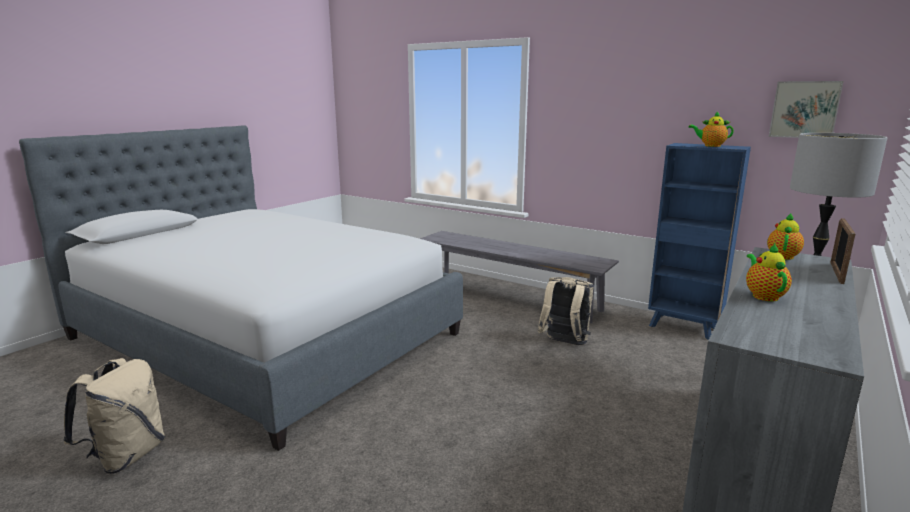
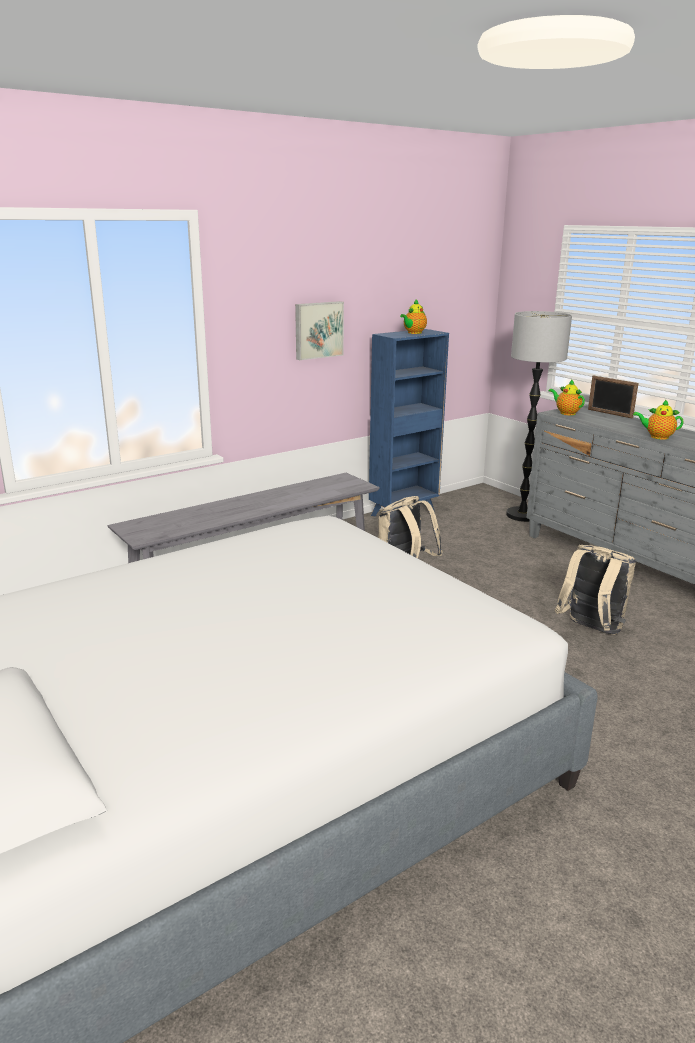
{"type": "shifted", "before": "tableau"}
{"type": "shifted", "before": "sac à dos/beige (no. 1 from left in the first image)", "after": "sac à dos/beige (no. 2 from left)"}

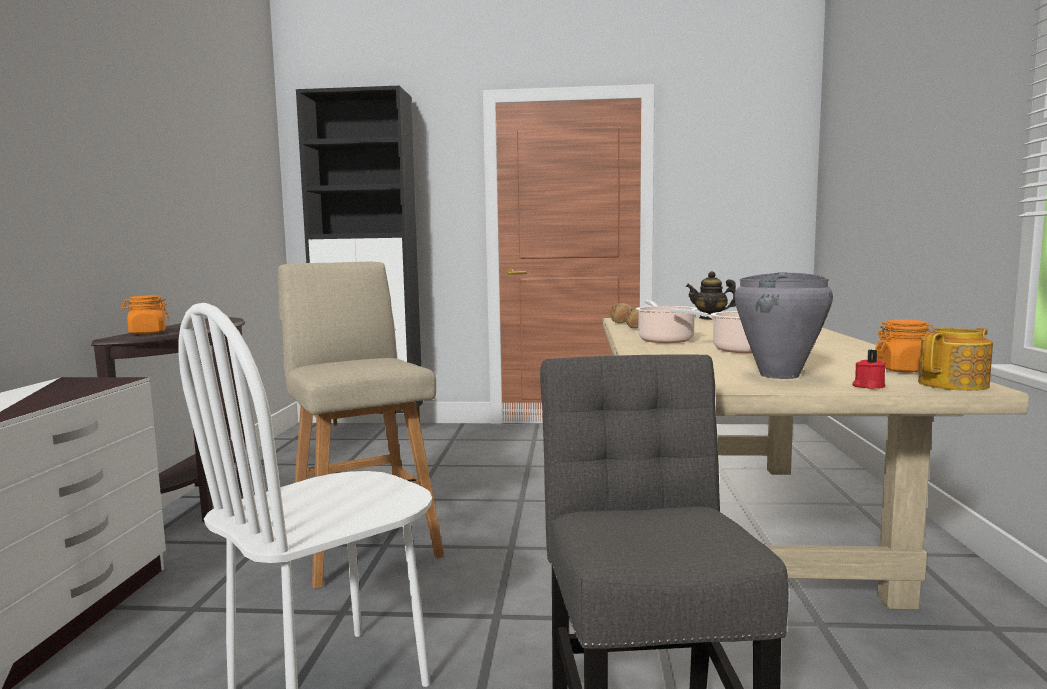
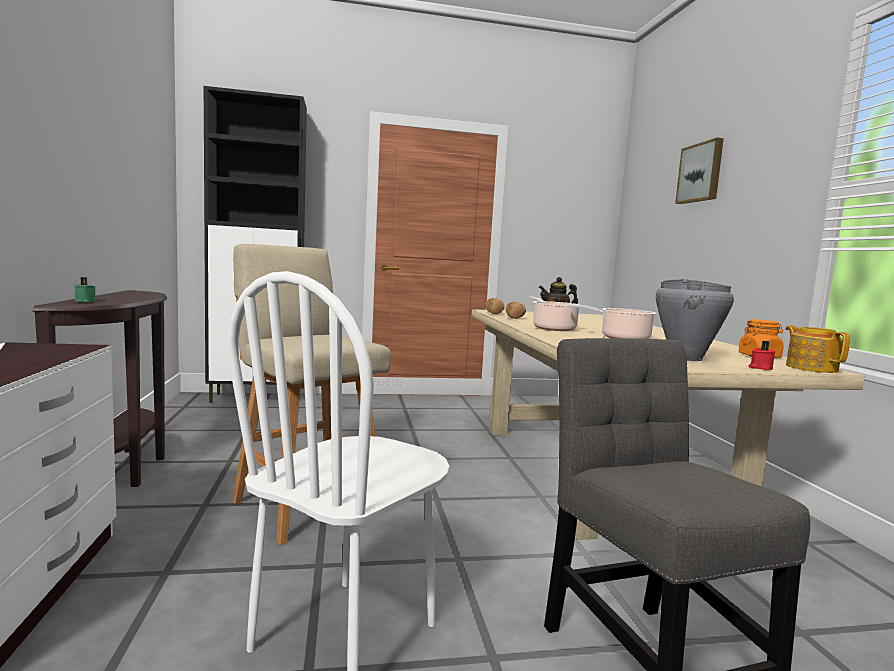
{"type": "swapped", "before": "bocal/orange (no. 1 from left)", "after": "bougie/vert"}
{"type": "rotated", "before": "théière (no. 2 from left)", "turn": -60}
{"type": "new", "after": "tableau"}

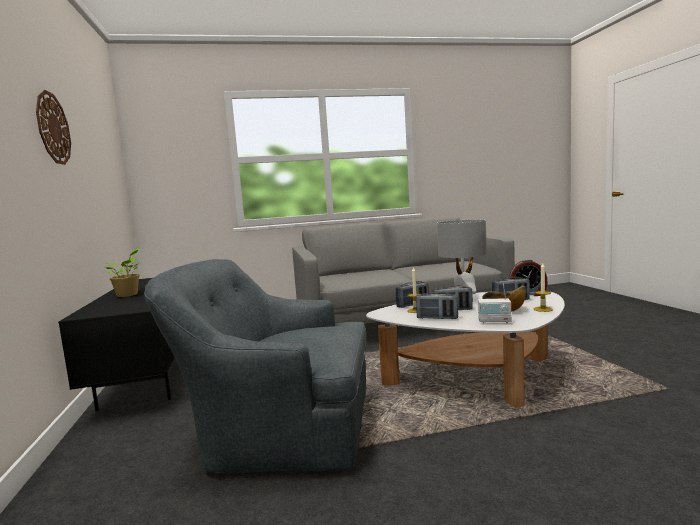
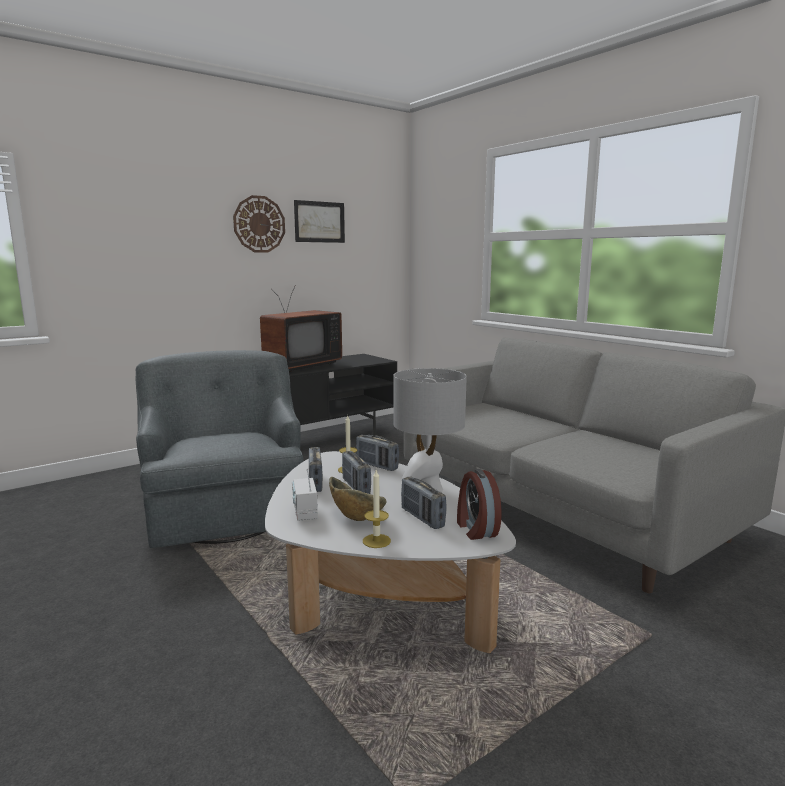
{"type": "swapped", "before": "plante en pot", "after": "téléviseur"}
{"type": "new", "after": "tableau"}

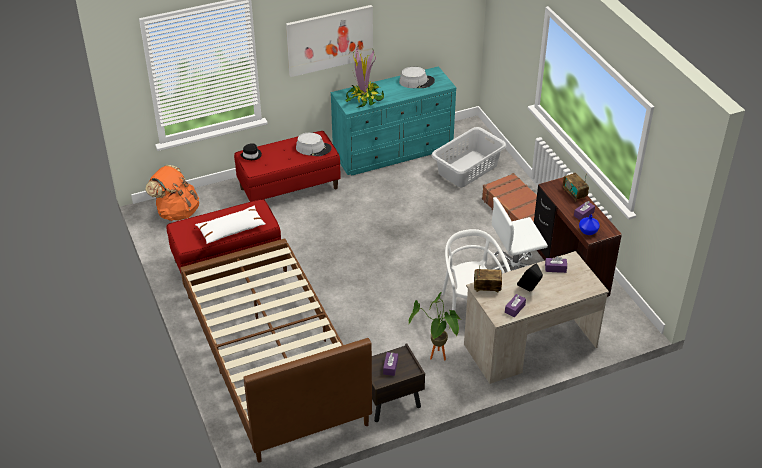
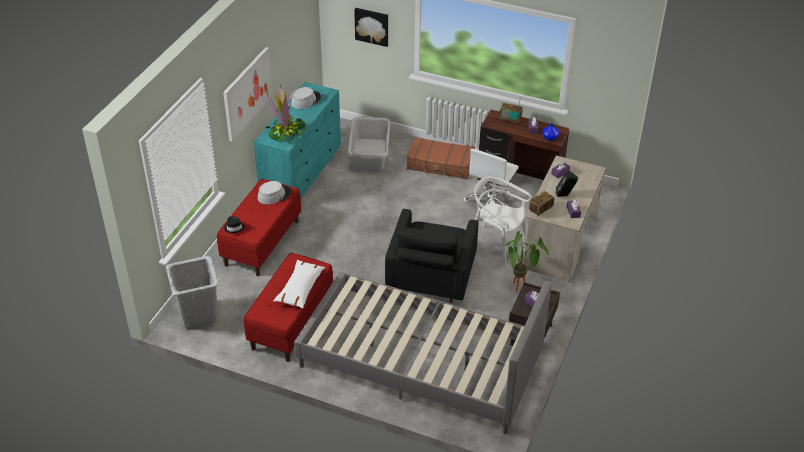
{"type": "swapped", "before": "sac à dos/orange", "after": "panier à linge/gris (no. 1 from left)"}
{"type": "repainted", "before": "lit/marron", "after": "lit/gris"}
{"type": "new", "after": "tableau (no. 2 from left)"}
{"type": "new", "after": "fauteuil/noir"}

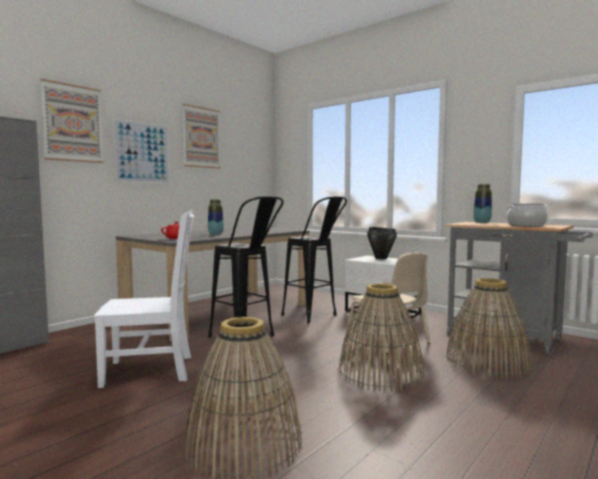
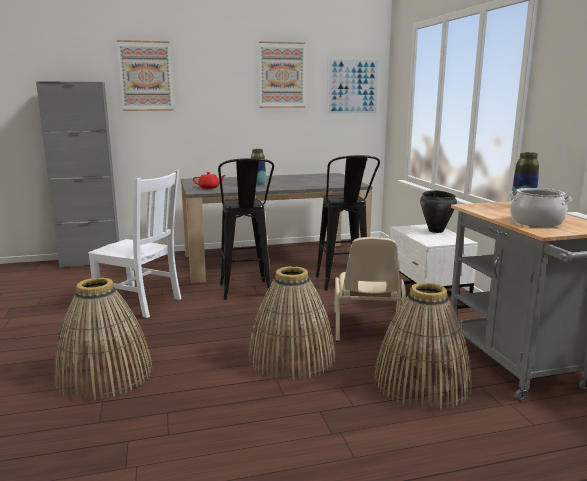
{"type": "shifted", "before": "tableau (no. 2 from left in the first image)", "after": "tableau (no. 3 from left)"}

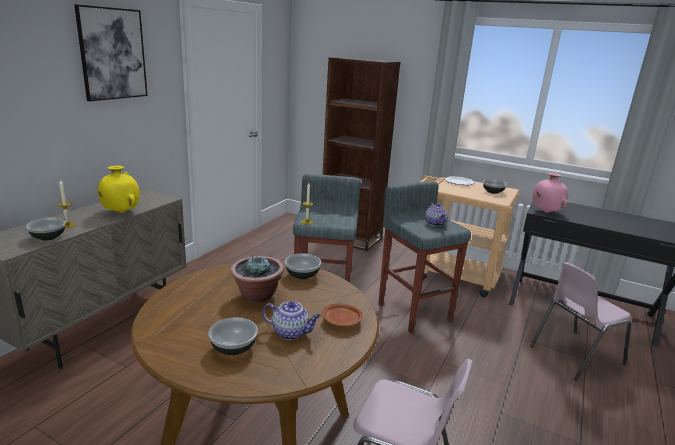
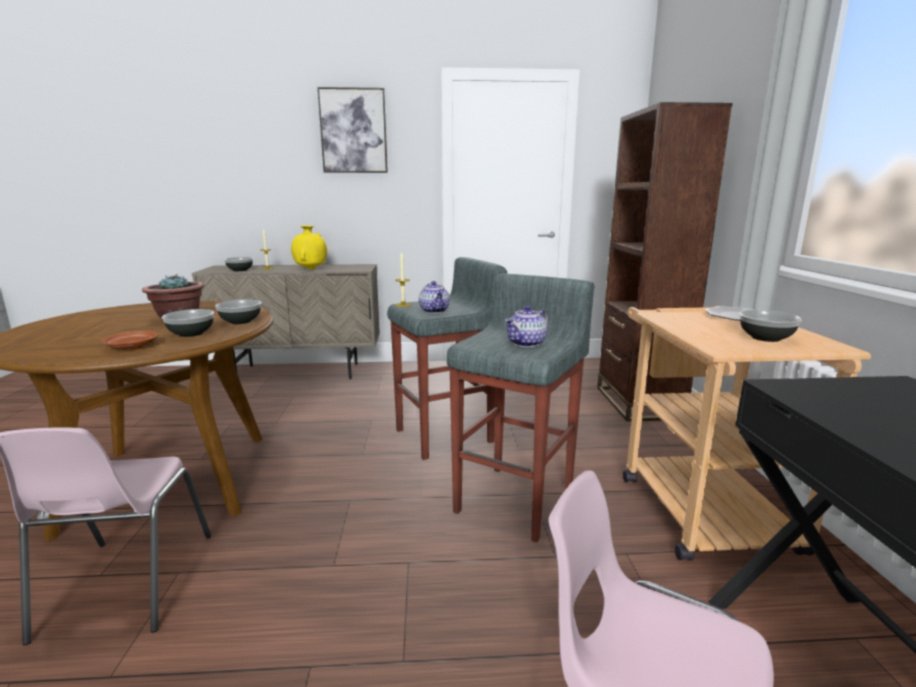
{"type": "gone", "before": "vase/rose"}
{"type": "shifted", "before": "théière (no. 1 from left)"}
{"type": "shifted", "before": "bol (no. 2 from left in the first image)", "after": "bol (no. 1 from left)"}

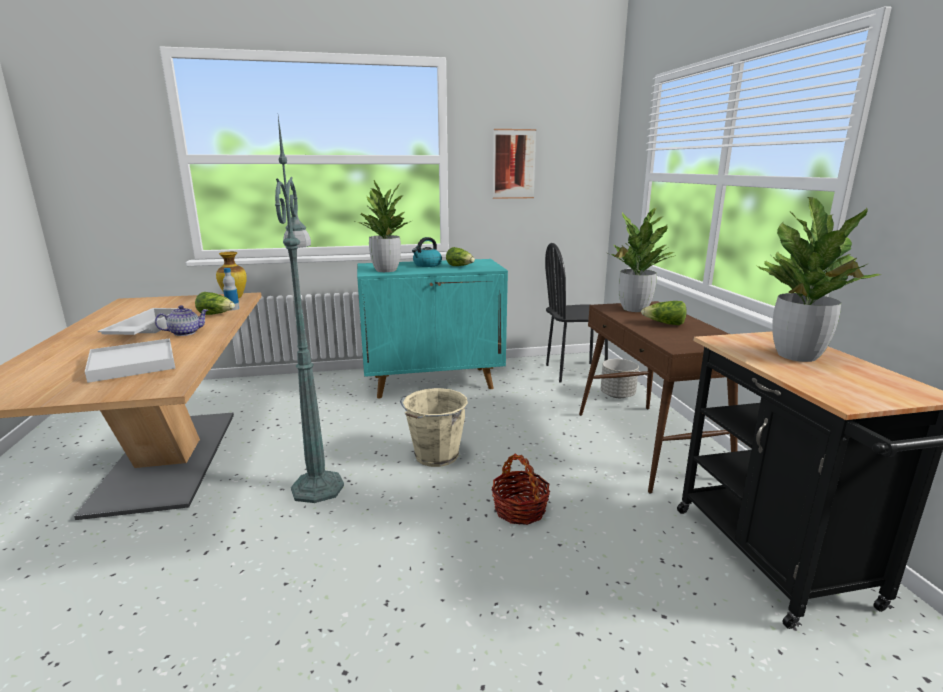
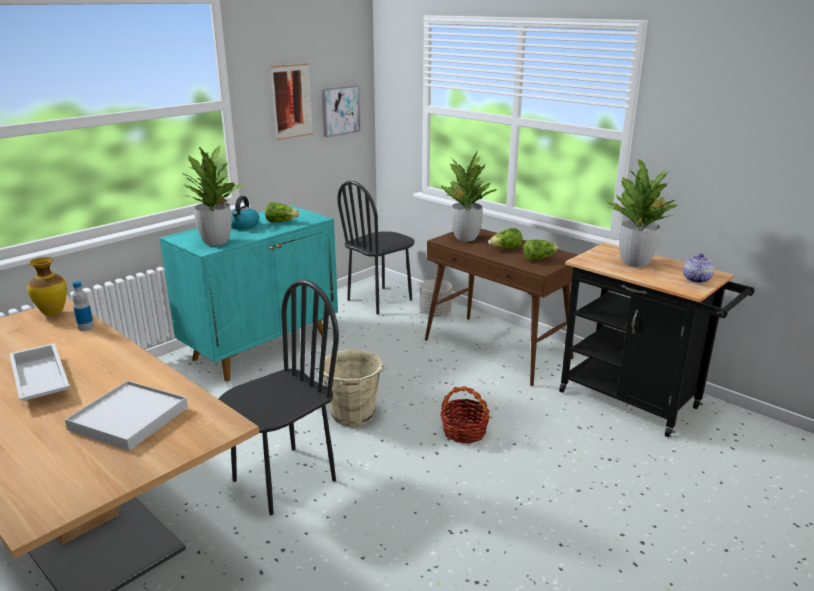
{"type": "swapped", "before": "lampadaire/vert", "after": "chaise/noir (no. 1 from left)"}
{"type": "shifted", "before": "laitue (no. 1 from left in the first image)", "after": "laitue (no. 3 from left)"}
{"type": "shifted", "before": "théière"}
{"type": "new", "after": "tableau (no. 2 from left)"}

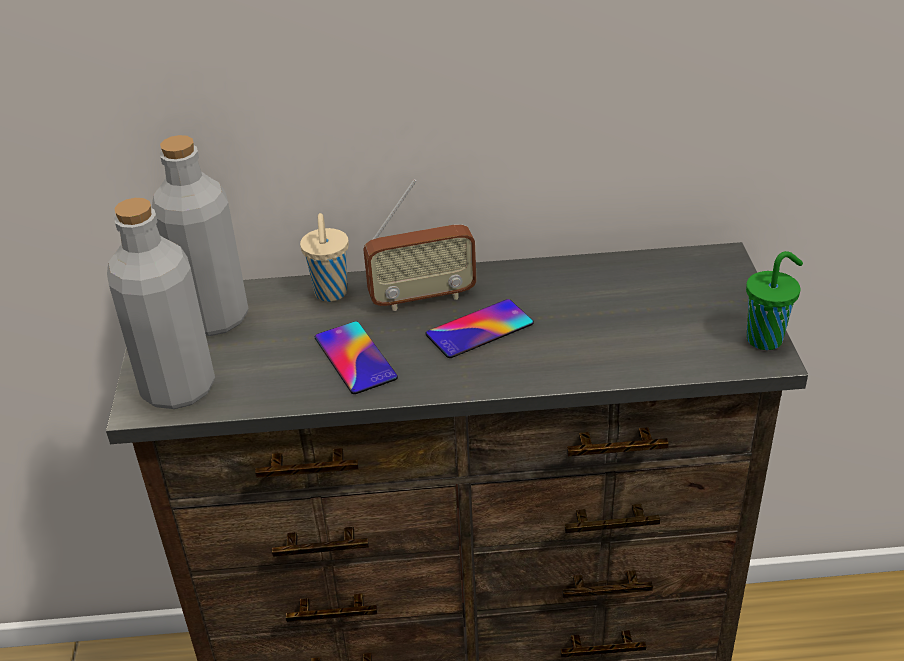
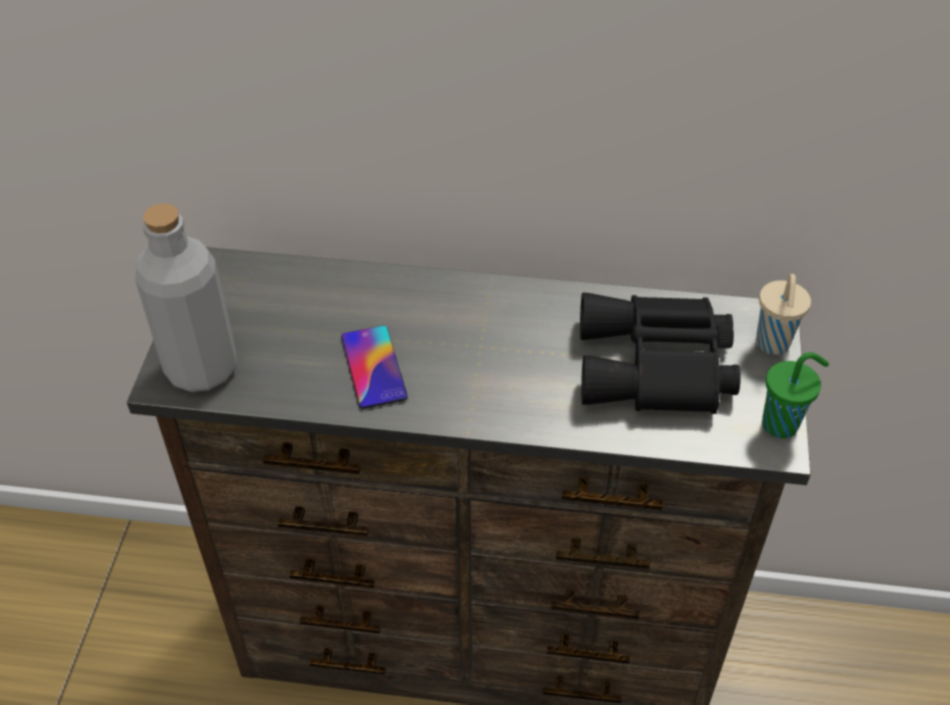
{"type": "gone", "before": "bouteille/gris (no. 2 from left)"}
{"type": "gone", "before": "radio"}
{"type": "shifted", "before": "tasse/beige"}
{"type": "gone", "before": "téléphone (no. 2 from left)"}
{"type": "new", "after": "jumelles/noir"}

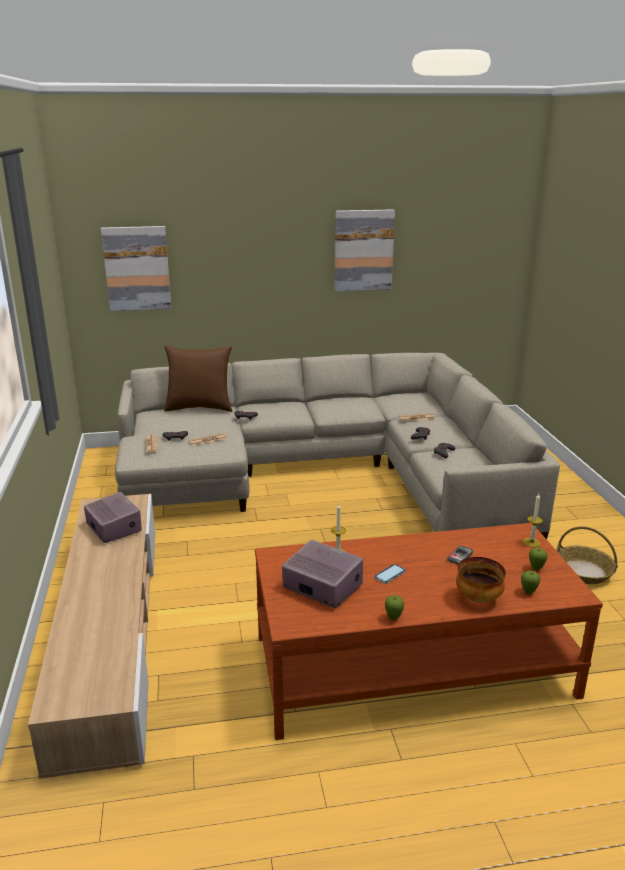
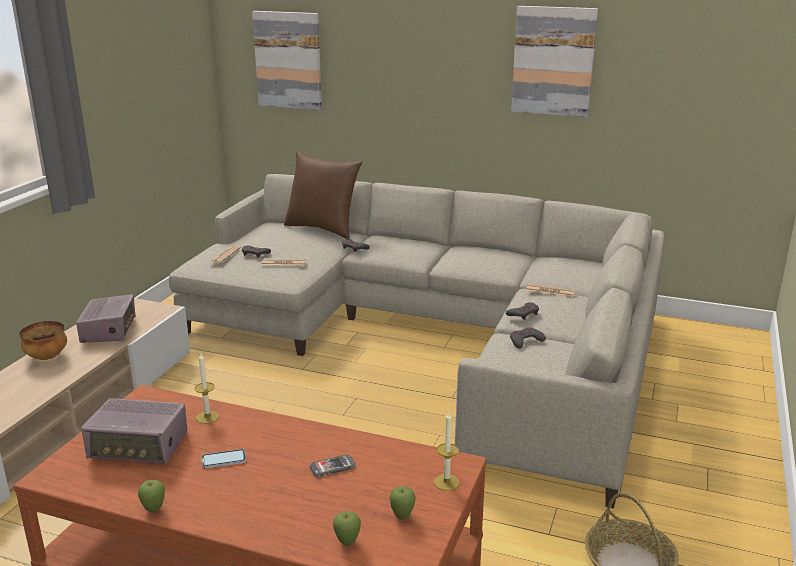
{"type": "rotated", "before": "radio (no. 2 from left)", "turn": 120}
{"type": "shifted", "before": "bol"}

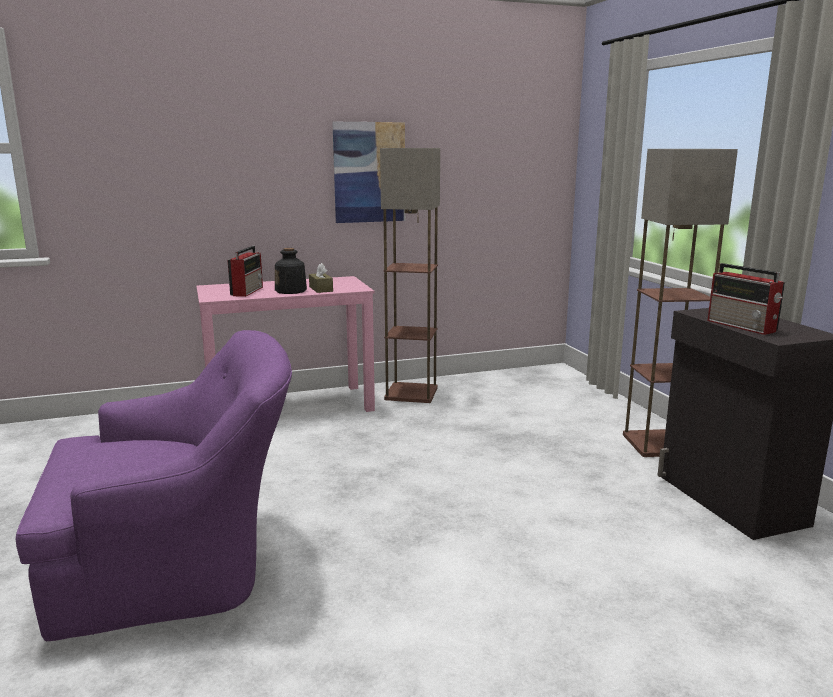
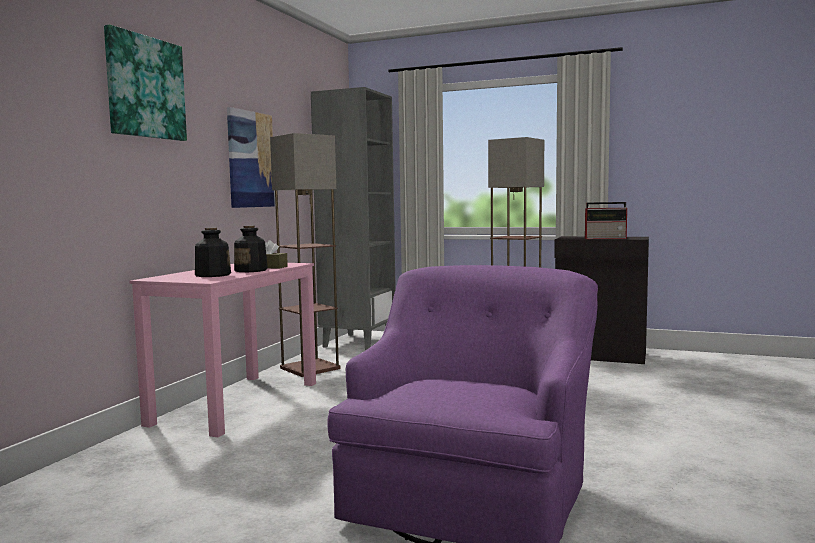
{"type": "swapped", "before": "radio (no. 1 from left)", "after": "bouteille (no. 1 from left)"}
{"type": "new", "after": "tableau (no. 1 from left)"}
{"type": "new", "after": "bibliothèque/gris"}

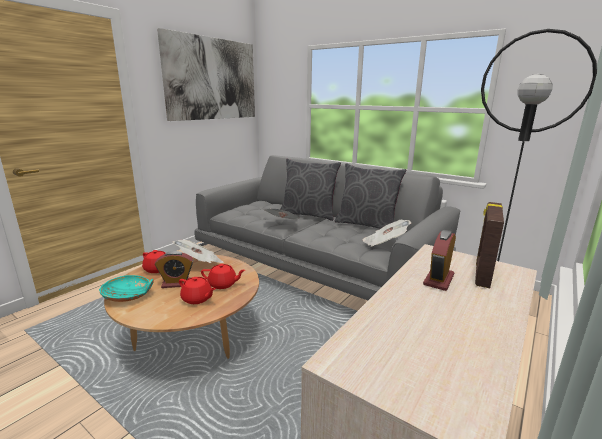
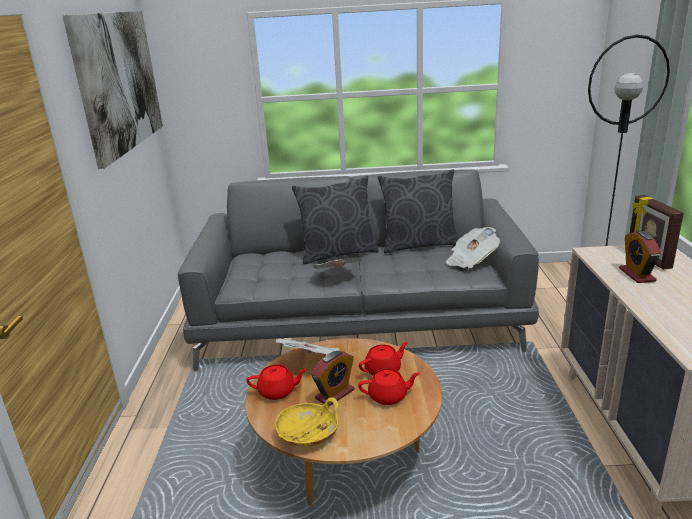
{"type": "repainted", "before": "bol/turquoise", "after": "bol/jaune"}

